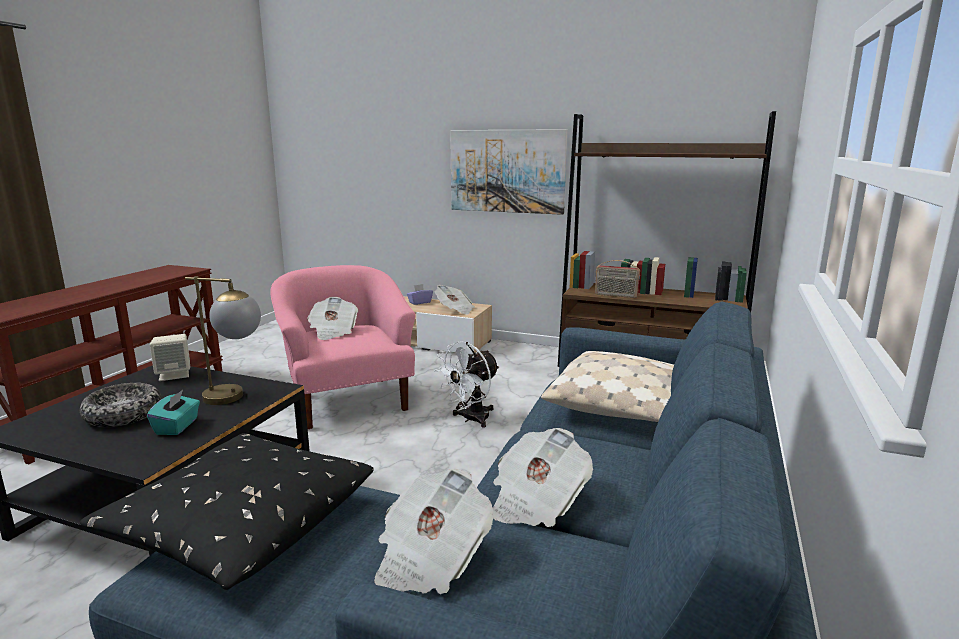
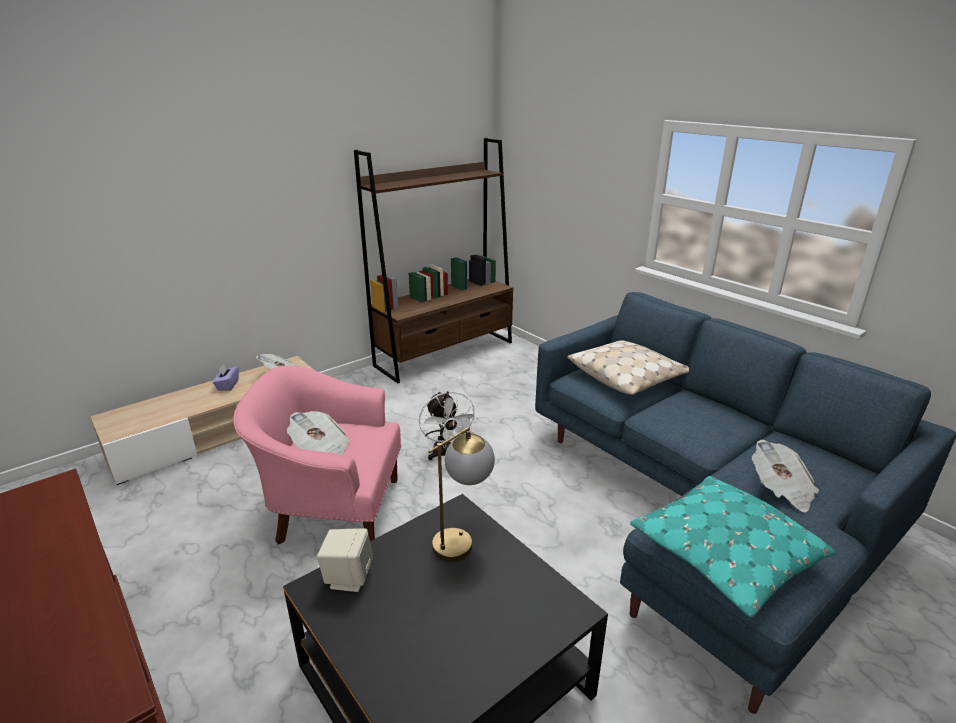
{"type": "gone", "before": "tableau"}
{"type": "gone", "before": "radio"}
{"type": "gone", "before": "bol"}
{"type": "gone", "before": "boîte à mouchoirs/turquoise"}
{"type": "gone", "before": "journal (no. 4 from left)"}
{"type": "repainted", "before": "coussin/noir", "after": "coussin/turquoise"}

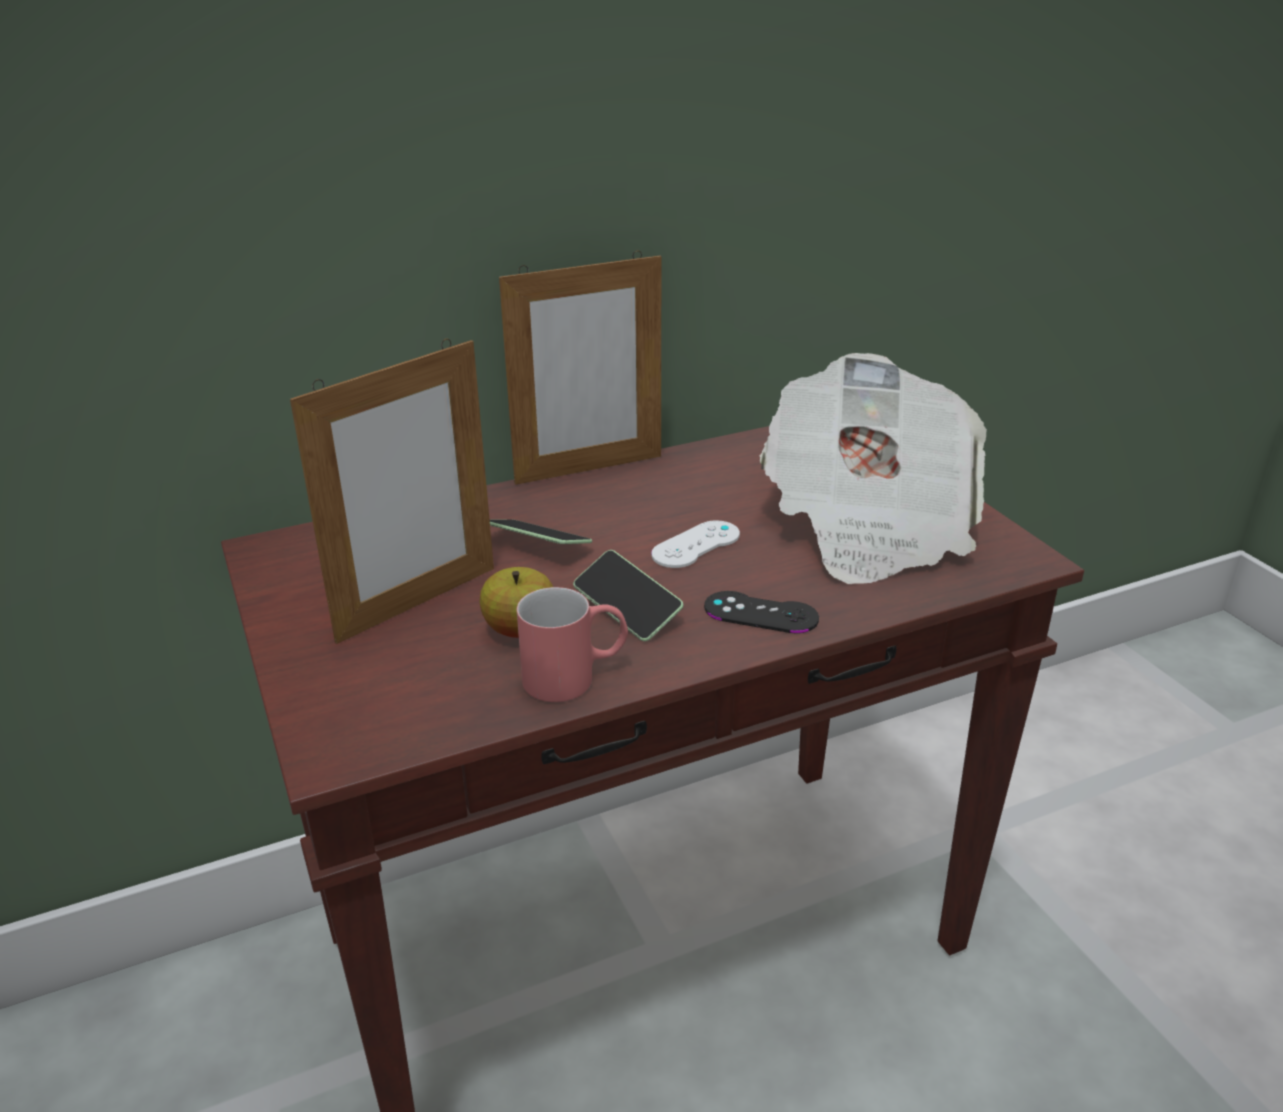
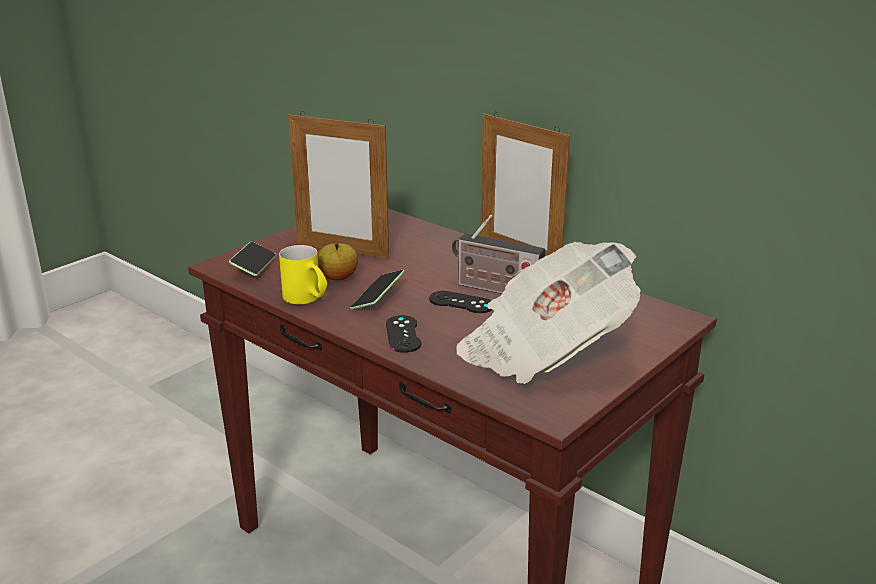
{"type": "shifted", "before": "téléphone (no. 1 from left)"}
{"type": "repainted", "before": "manette/blanc", "after": "manette/noir (no. 2 from left)"}
{"type": "repainted", "before": "mug/rouge", "after": "mug/jaune"}
{"type": "new", "after": "radio"}

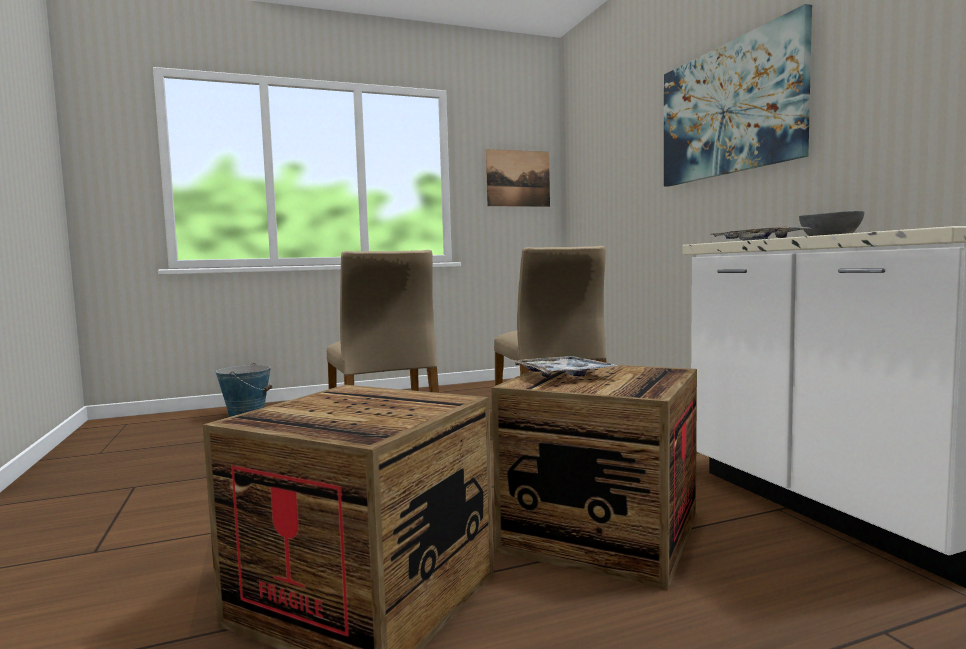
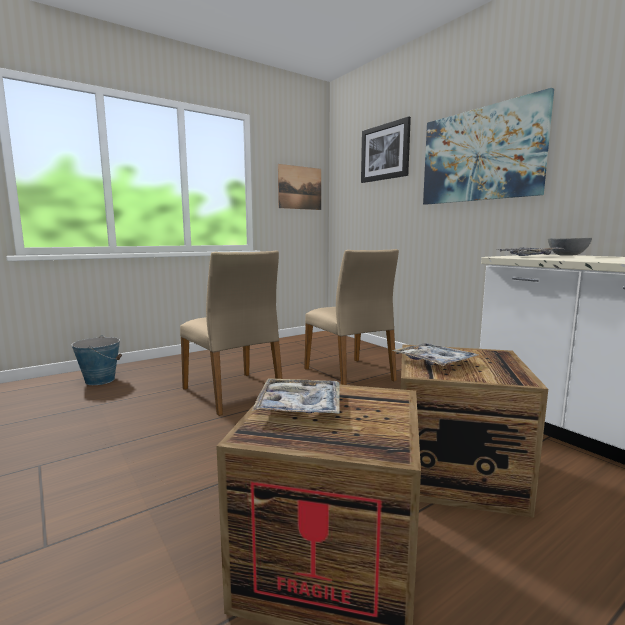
{"type": "new", "after": "tableau (no. 2 from left)"}
{"type": "new", "after": "plateau (no. 1 from left)"}

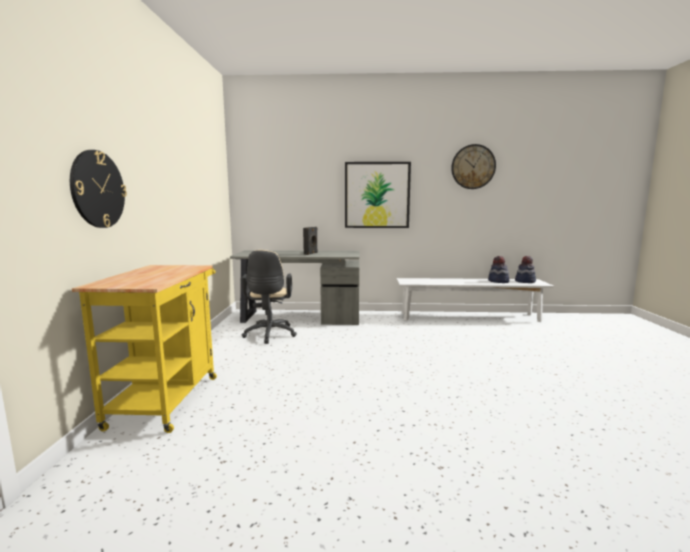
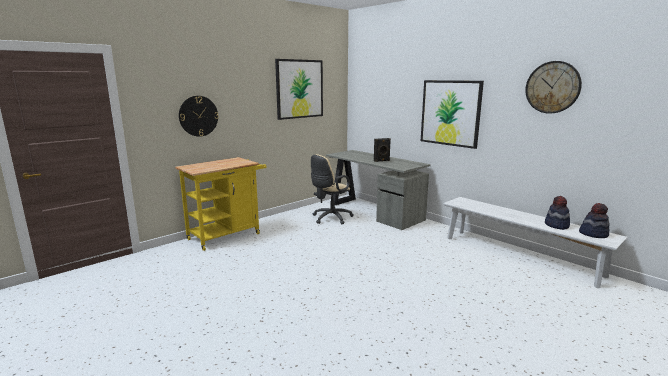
{"type": "new", "after": "tableau (no. 1 from left)"}

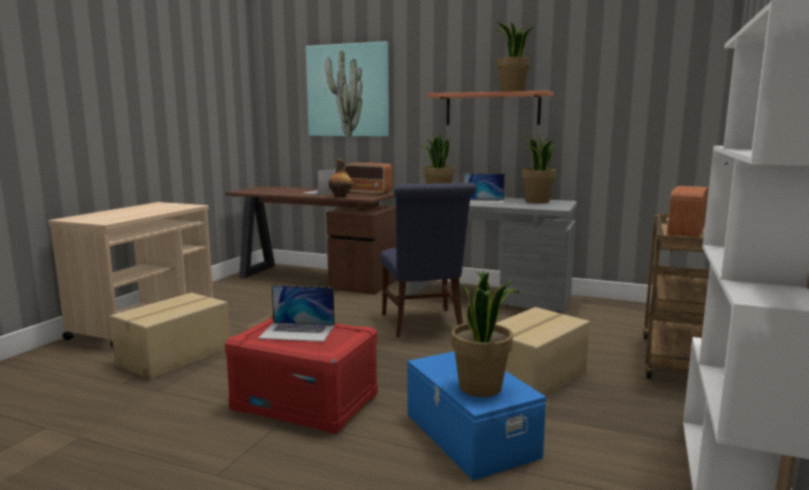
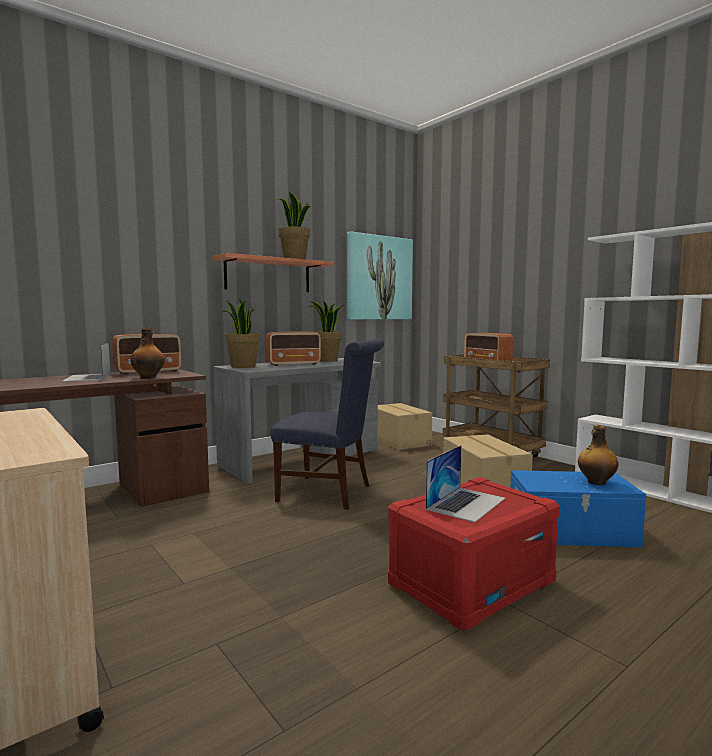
{"type": "shifted", "before": "tableau"}
{"type": "swapped", "before": "ordinateur portable (no. 3 from left)", "after": "radio (no. 2 from left)"}
{"type": "swapped", "before": "plante en pot (no. 2 from left)", "after": "bouteille (no. 2 from left)"}
{"type": "shifted", "before": "carton (no. 1 from left)"}

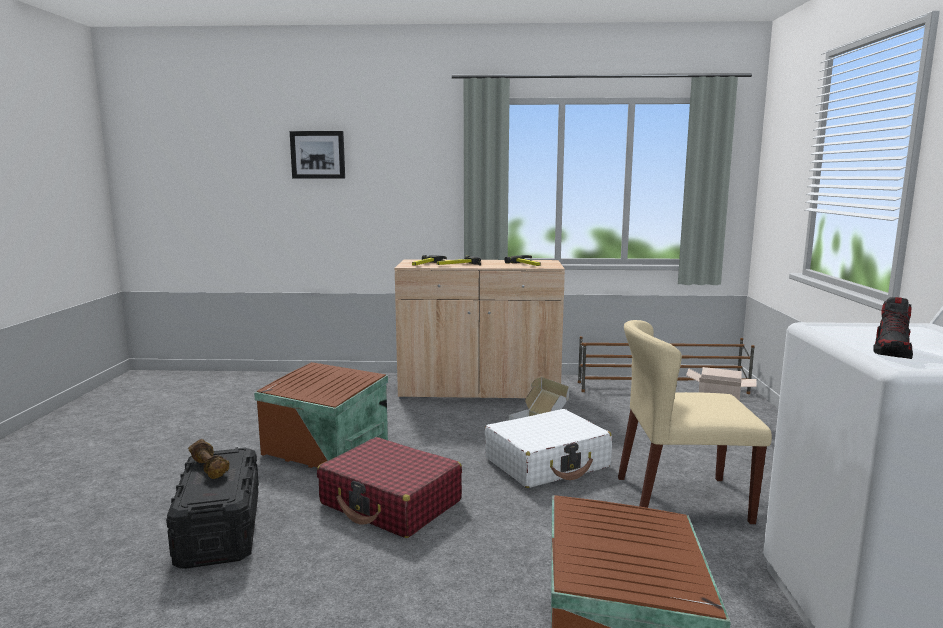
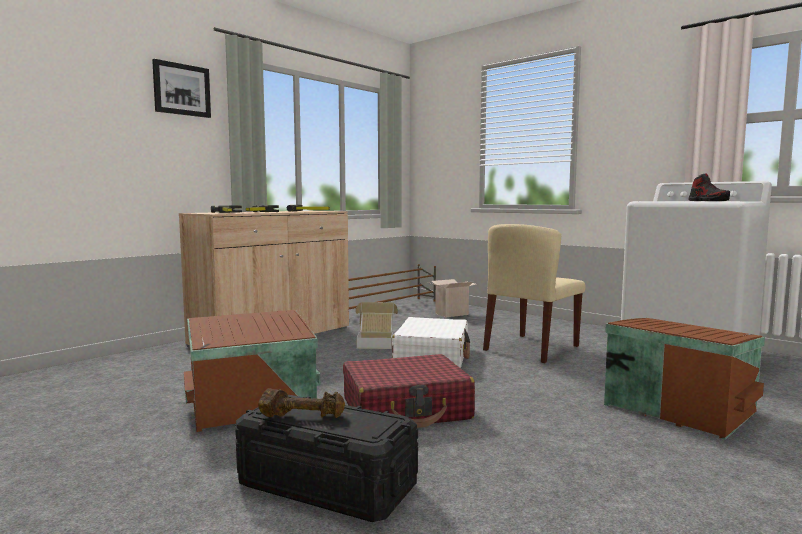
{"type": "shifted", "before": "tableau"}

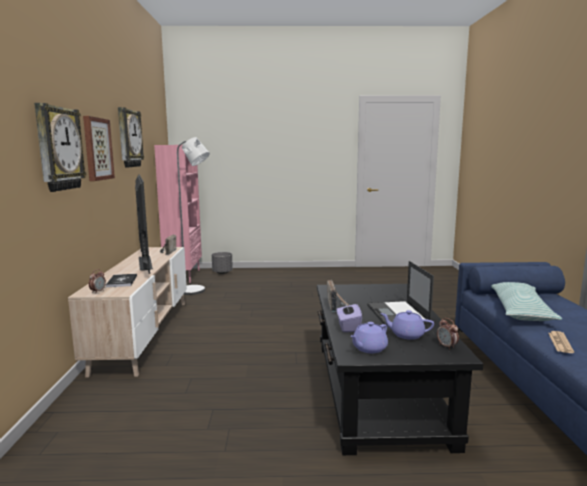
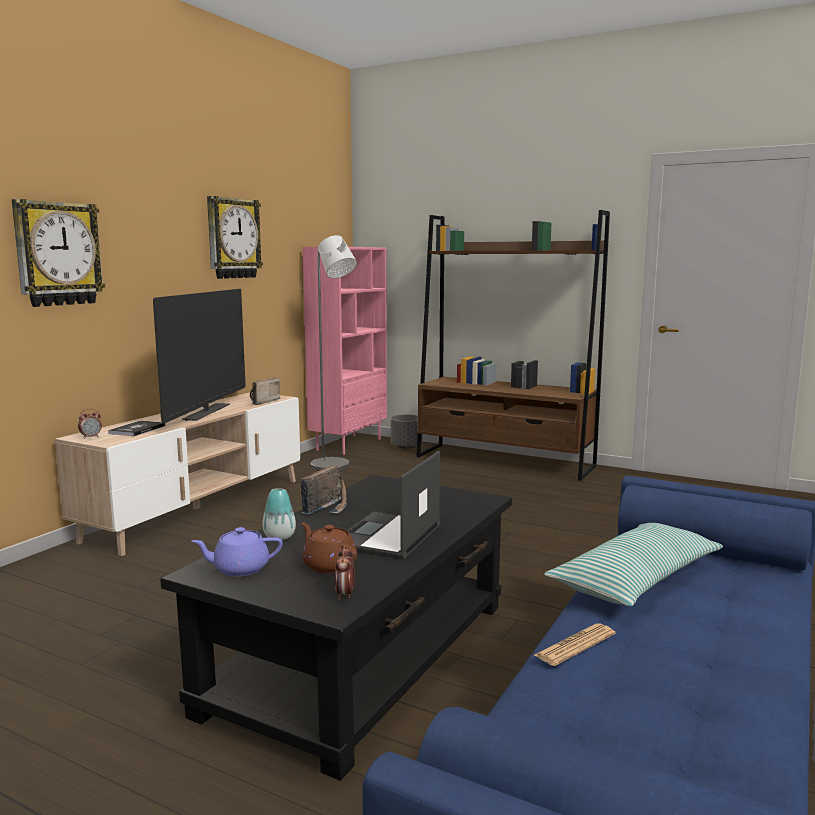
{"type": "gone", "before": "tableau"}
{"type": "swapped", "before": "boîte à mouchoirs/violet", "after": "vase"}
{"type": "repainted", "before": "théière/violet (no. 2 from left)", "after": "théière/marron"}
{"type": "new", "after": "bibliothèque/marron"}

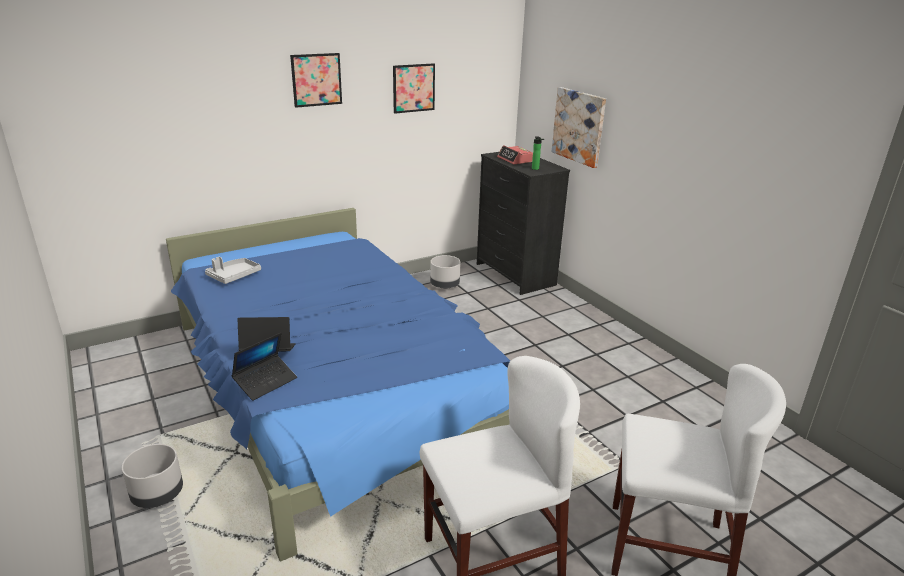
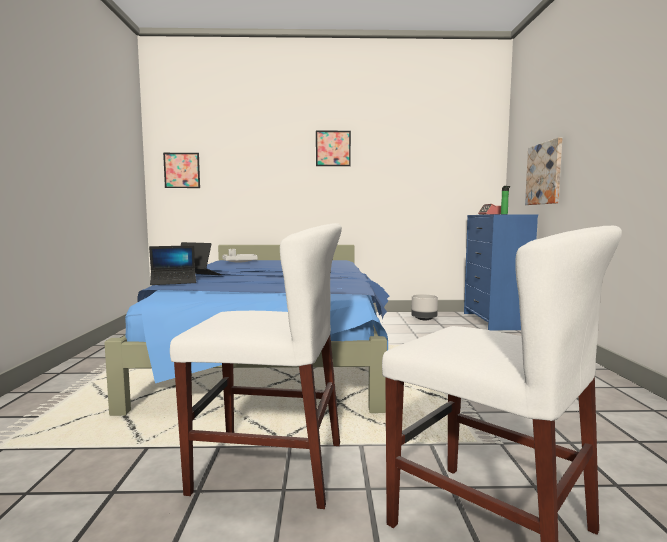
{"type": "shifted", "before": "tableau (no. 2 from left in the first image)", "after": "tableau (no. 1 from left)"}
{"type": "repainted", "before": "commode/noir", "after": "commode/bleu"}
{"type": "gone", "before": "cache-pot/gris (no. 1 from left)"}

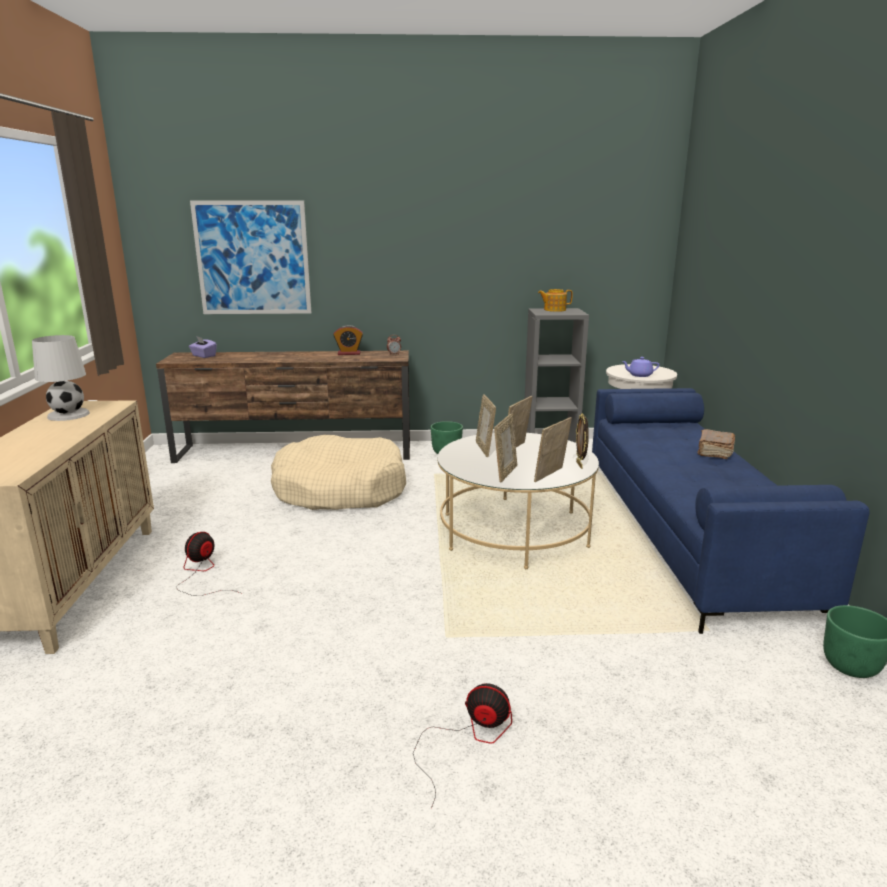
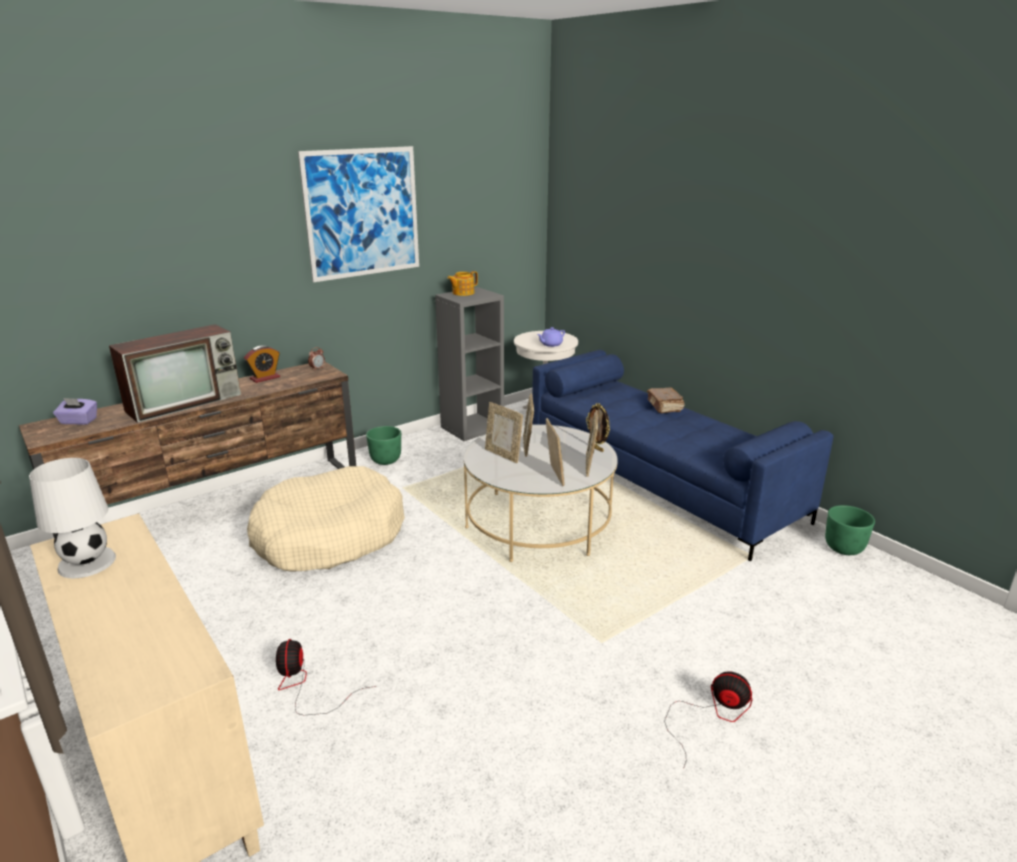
{"type": "shifted", "before": "tableau"}
{"type": "rotated", "before": "ventilateur (no. 2 from left)", "turn": 45}
{"type": "new", "after": "téléviseur"}

